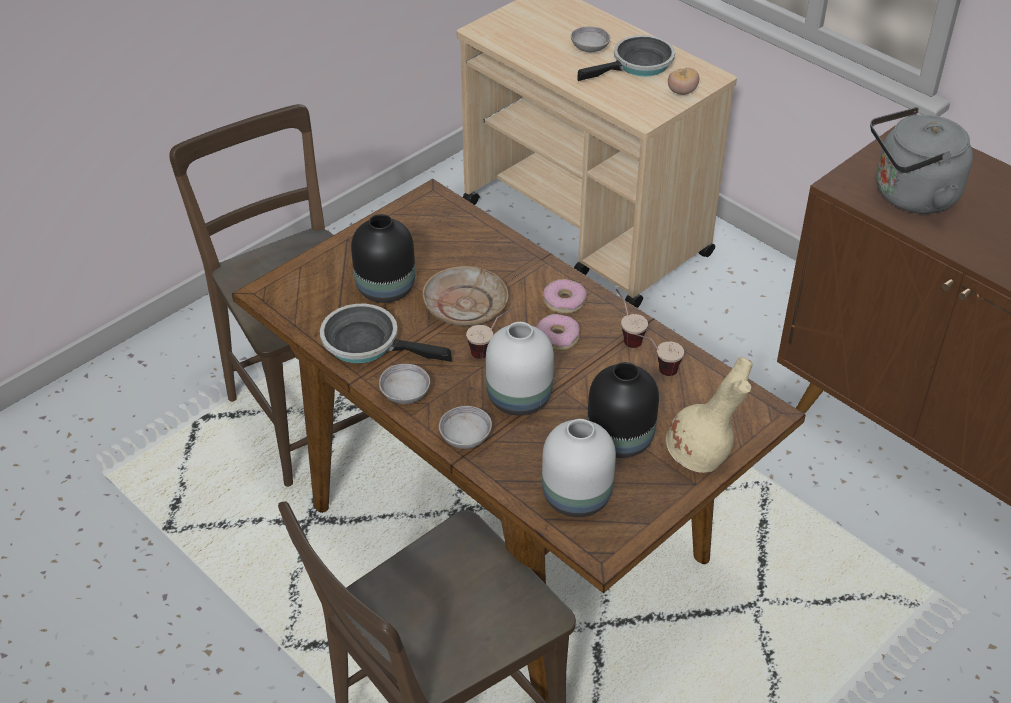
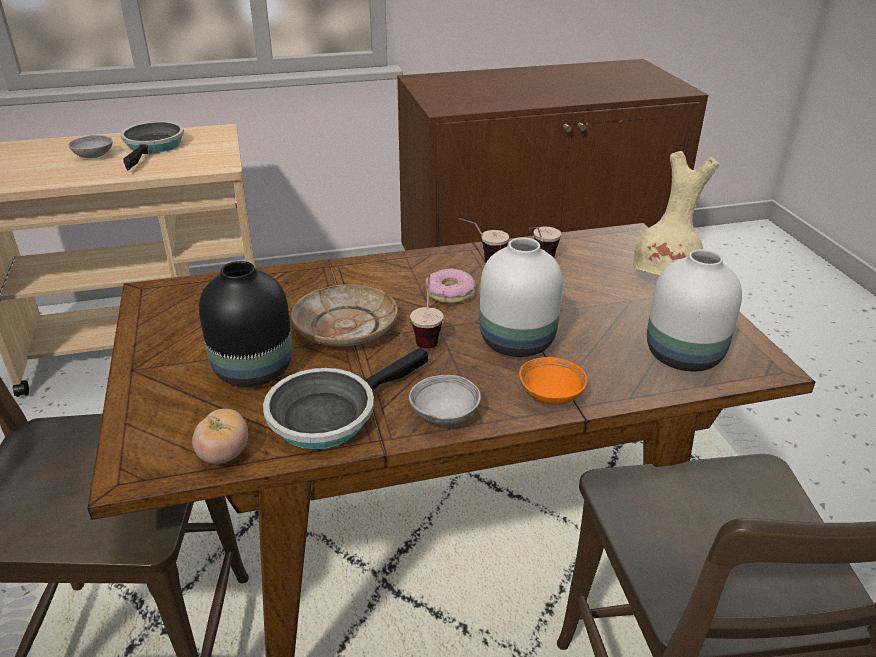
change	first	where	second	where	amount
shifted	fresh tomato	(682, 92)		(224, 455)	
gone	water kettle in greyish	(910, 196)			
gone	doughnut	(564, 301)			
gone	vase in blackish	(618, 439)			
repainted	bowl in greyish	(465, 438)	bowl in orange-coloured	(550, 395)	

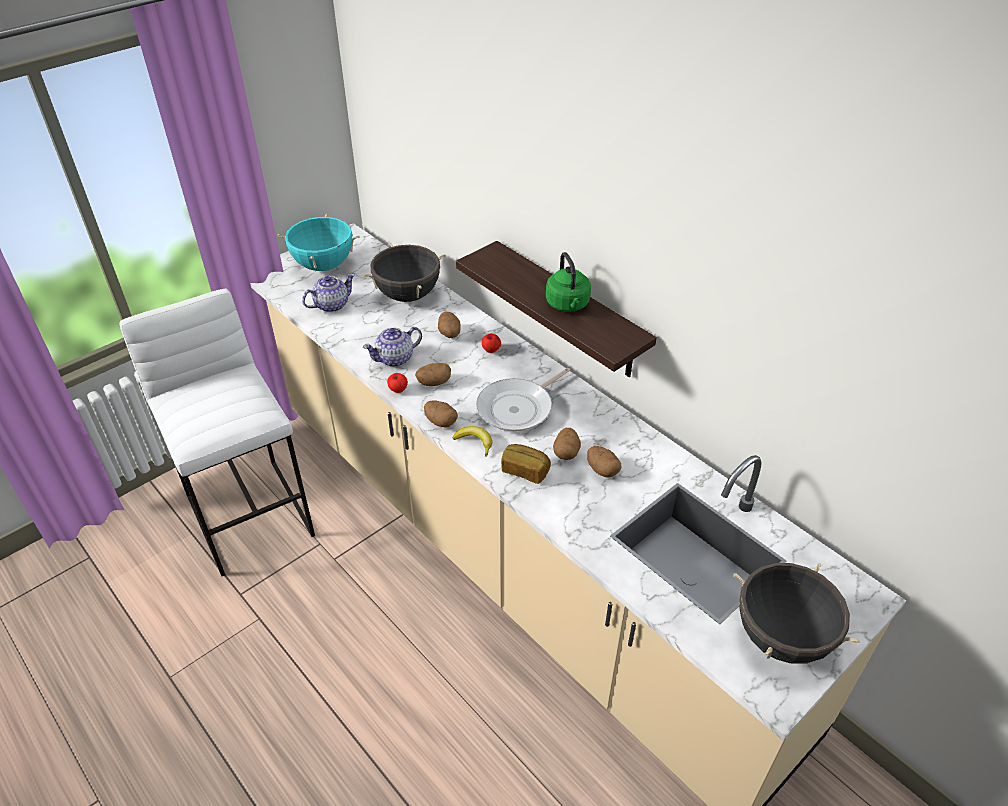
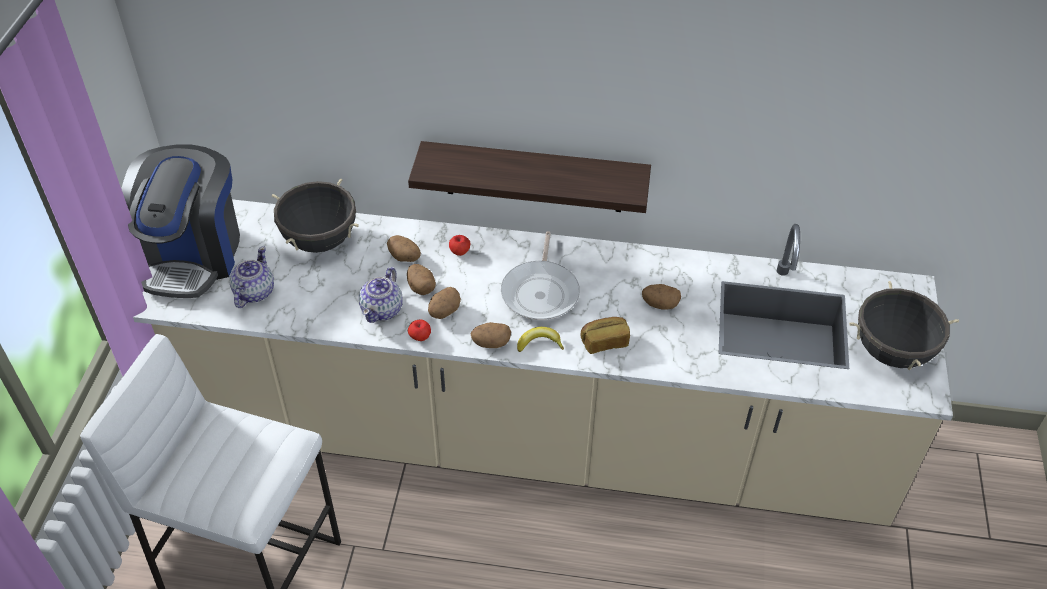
change	first	where	second	where	amount
swapped	cooking pot in turquoise	(324, 265)	coffee maker	(193, 255)	
gone	water kettle in green	(568, 305)			
shifted	whole potato	(566, 452)		(421, 287)	

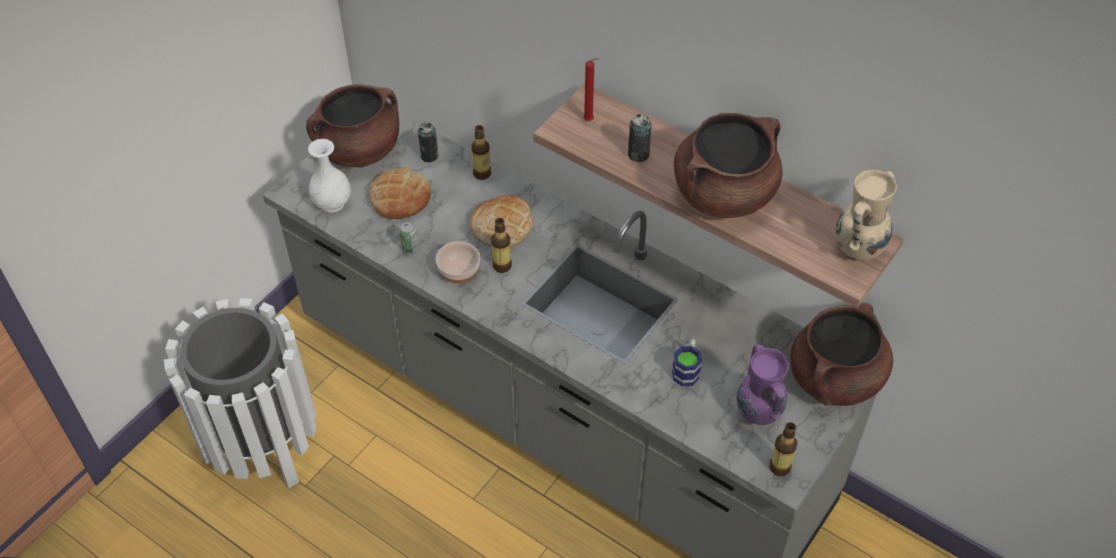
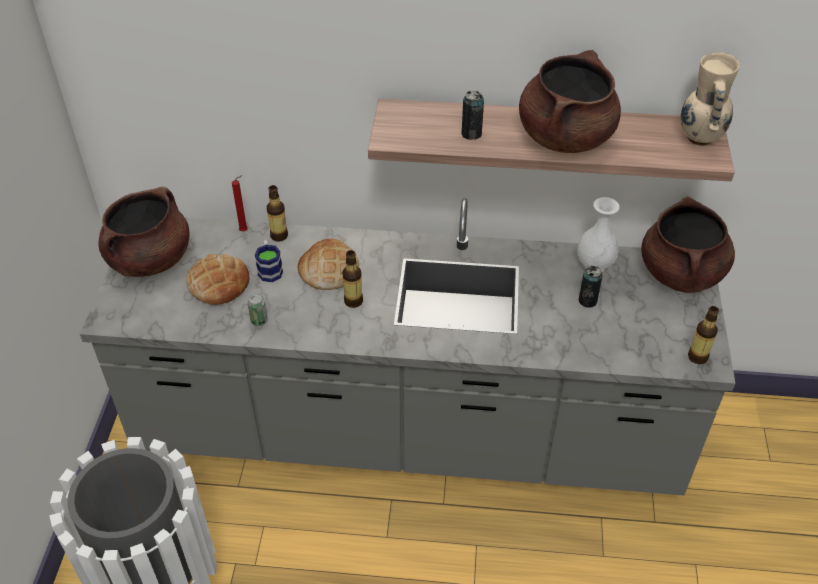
change	first	where	second	where	amount
shifted	wax candle in red	(590, 121)		(245, 231)	
shifted	can	(429, 156)		(587, 301)	
shifted	vase in white	(333, 203)		(595, 264)	
gone	bowl	(458, 271)			
shifted	mug	(687, 370)		(269, 269)	
gone	vase in purple-coloured	(758, 414)			

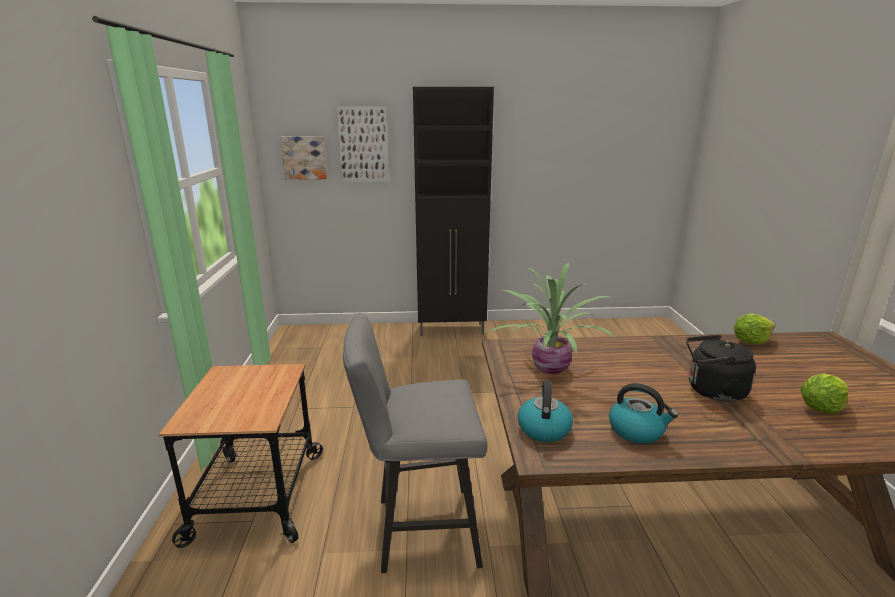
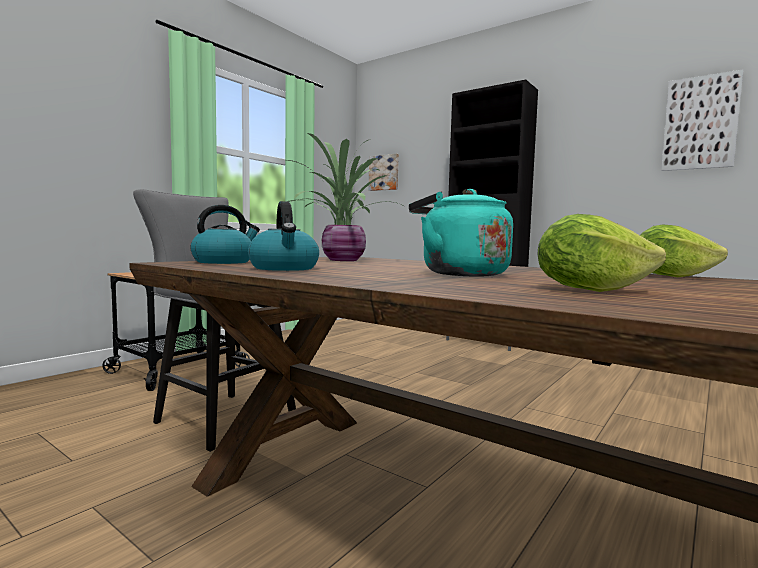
change	first	where	second	where	amount
shifted	wall picture	(363, 145)		(700, 123)	
repainted	water kettle in blackish	(712, 391)	water kettle in turquoise	(459, 274)	

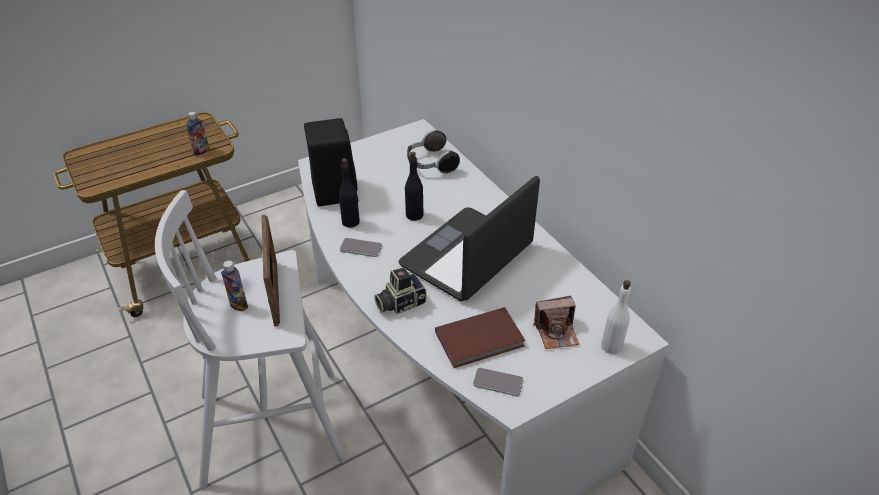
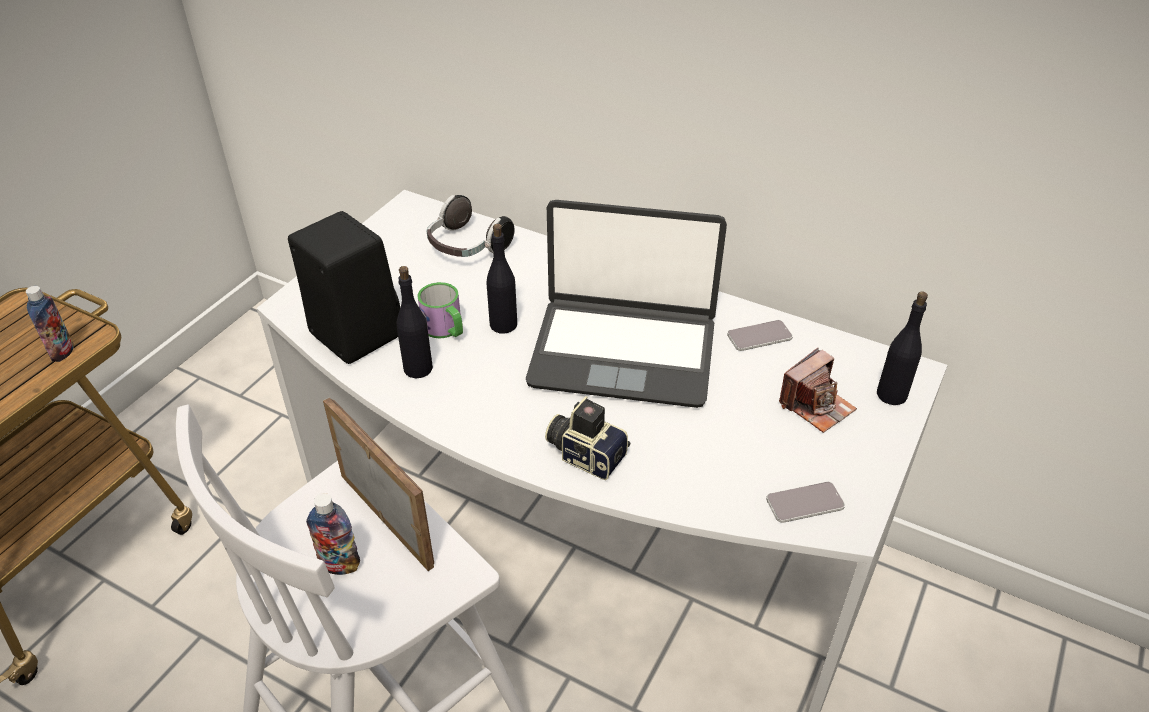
change	first	where	second	where	amount
rotated	portable computer	(468, 256)		(623, 352)	90 degrees counterclockwise
shifted	handset	(361, 248)		(759, 336)	
rotated	still camera	(399, 303)		(586, 454)	90 degrees clockwise
repainted	beverage bottle in white	(611, 346)	beverage bottle in blackish	(891, 394)	
gone	volume in brown	(481, 340)			
new			mug	(446, 329)	

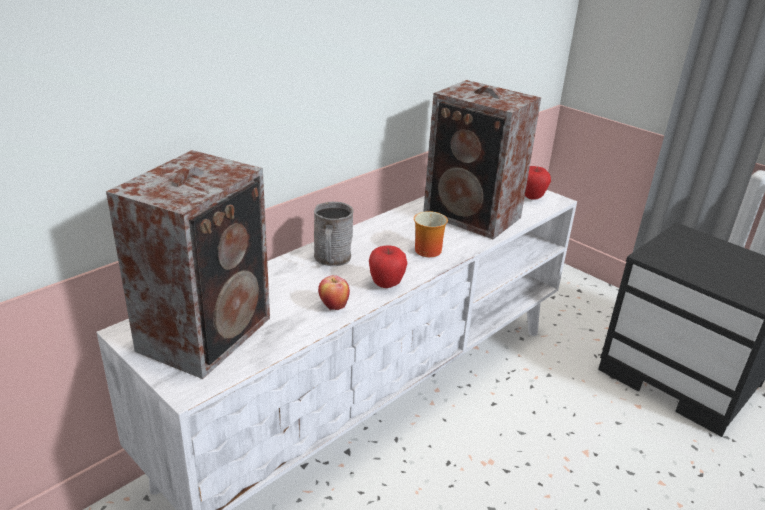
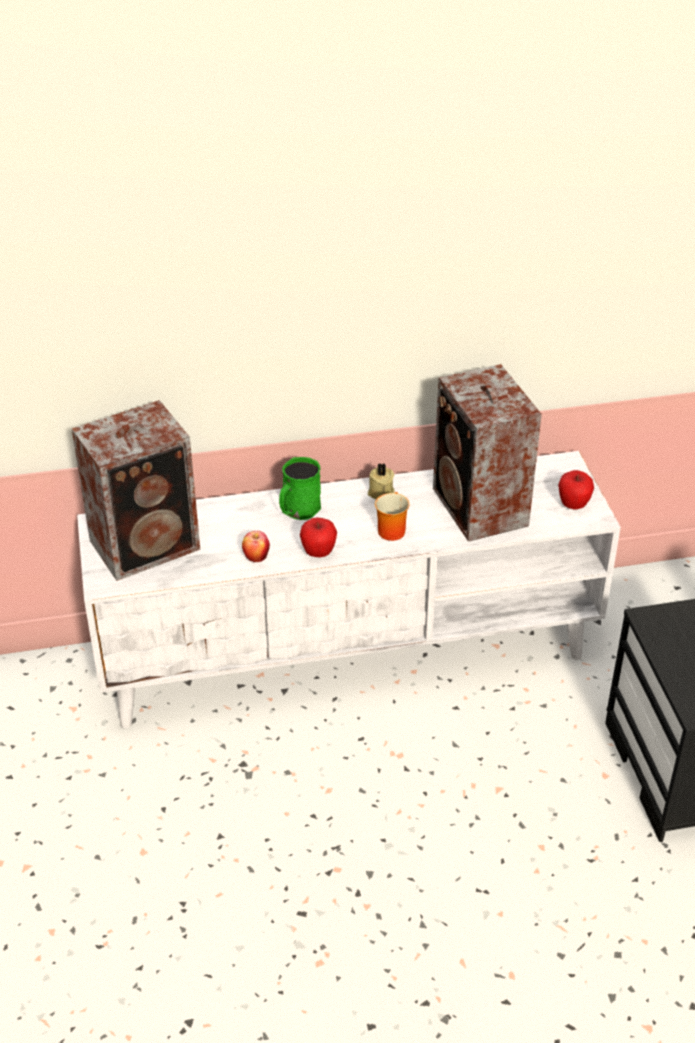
change	first	where	second	where	amount
repainted	mug in greyish	(332, 259)	mug in green	(298, 510)	
new			wax candle in sand-coloured	(381, 494)	

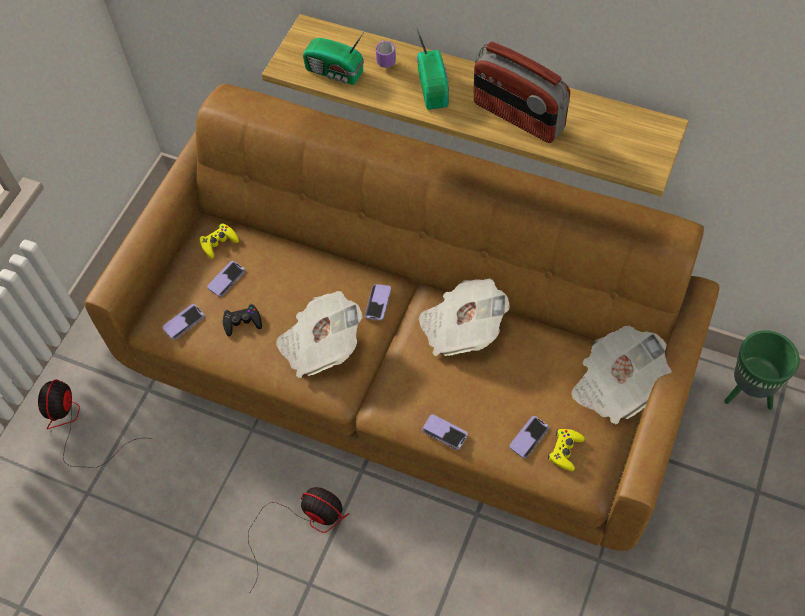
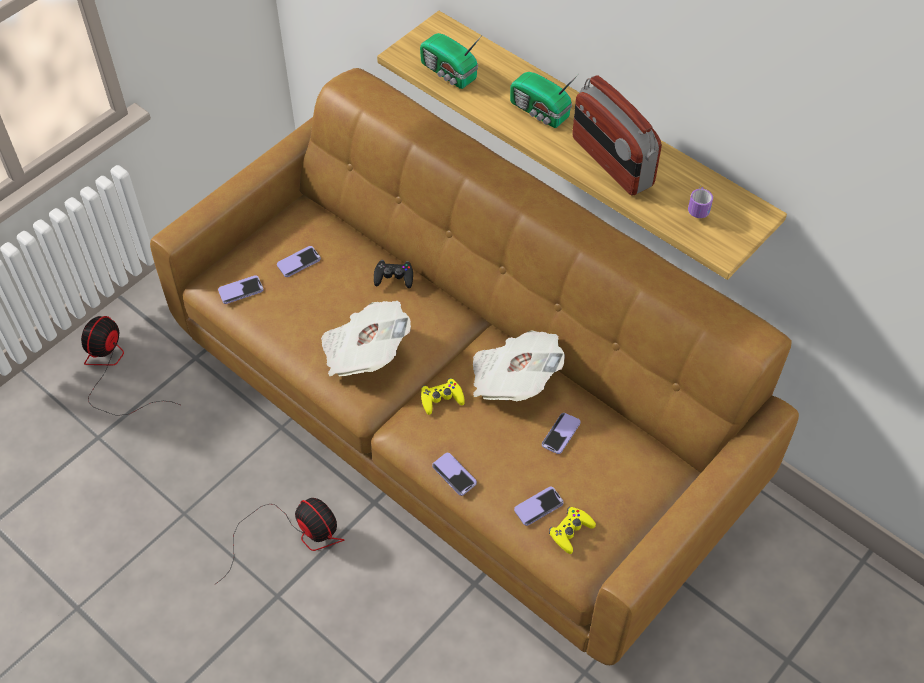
change	first	where	second	where	amount
rotated	radio set	(434, 86)		(540, 112)	120 degrees clockwise
shifted	mug	(385, 56)		(698, 205)	
shifted	joypad in yellowish	(219, 242)		(441, 399)	
shifted	handset	(378, 303)		(561, 434)	
shifted	joypad in blackish	(242, 322)		(394, 277)	
gone	daily paper	(616, 385)			
gone	plant pot in green	(748, 393)			

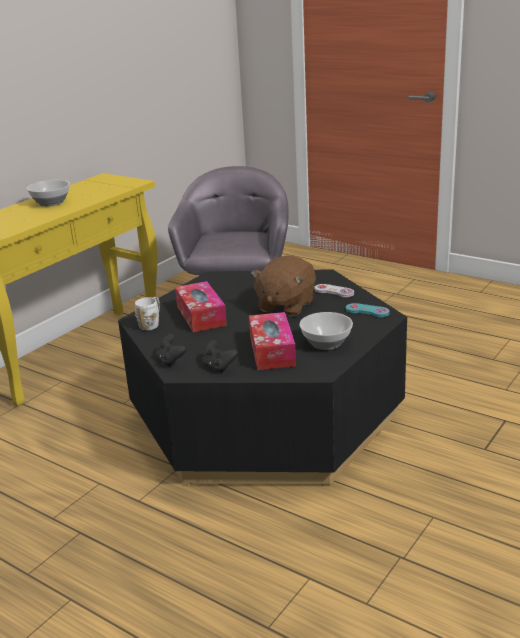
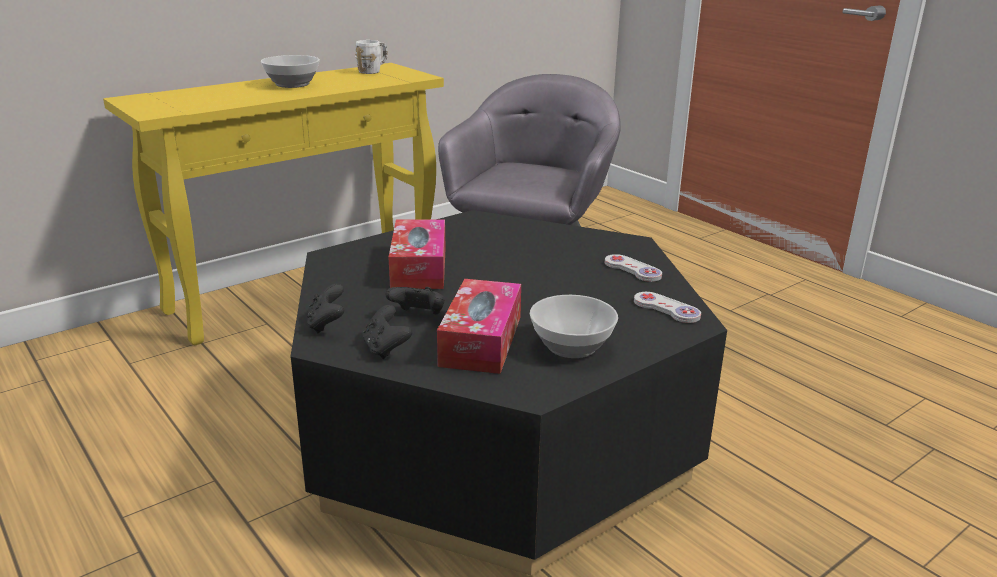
change	first	where	second	where	amount
gone	plush toy in brown	(285, 306)			
shifted	mug in white	(151, 324)		(373, 71)	
repainted	joypad in turquoise	(367, 311)	joypad in white	(666, 309)	
new			joypad in blackish	(418, 316)	

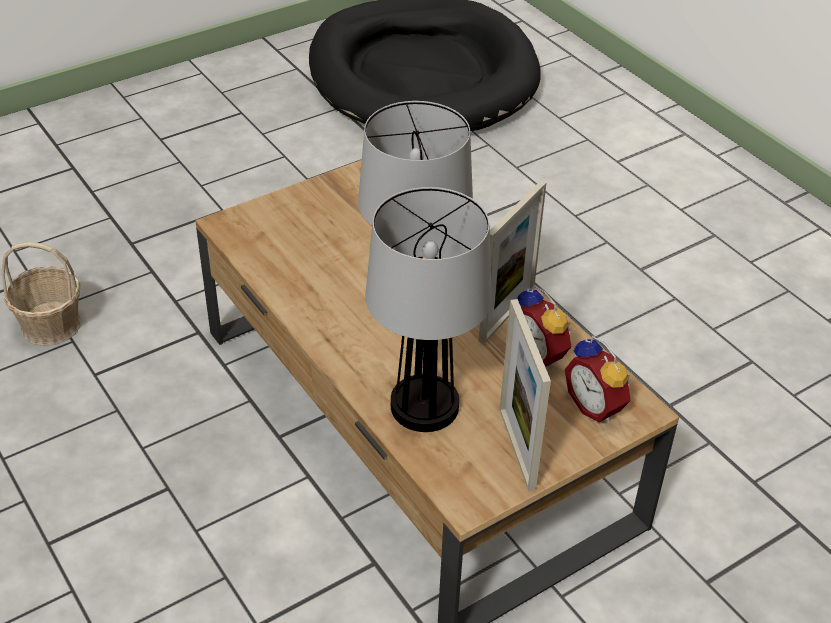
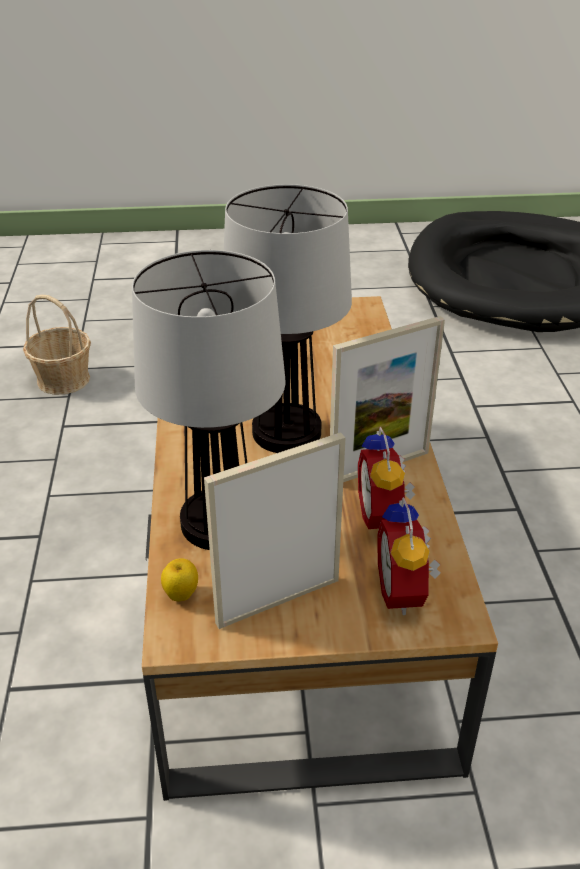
change	first	where	second	where	amount
rotated	picture frame	(516, 448)		(278, 601)	45 degrees clockwise
new			apple	(181, 595)	

